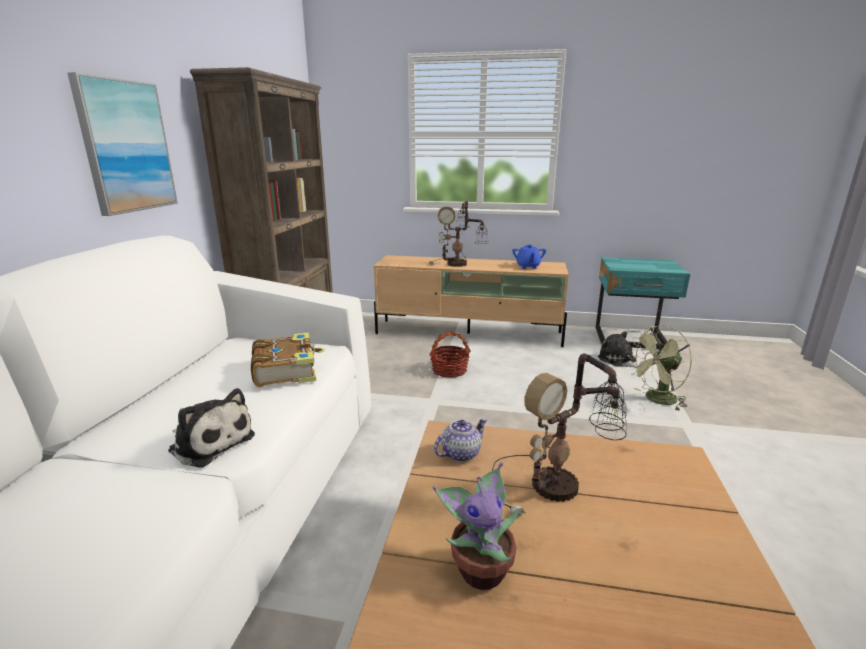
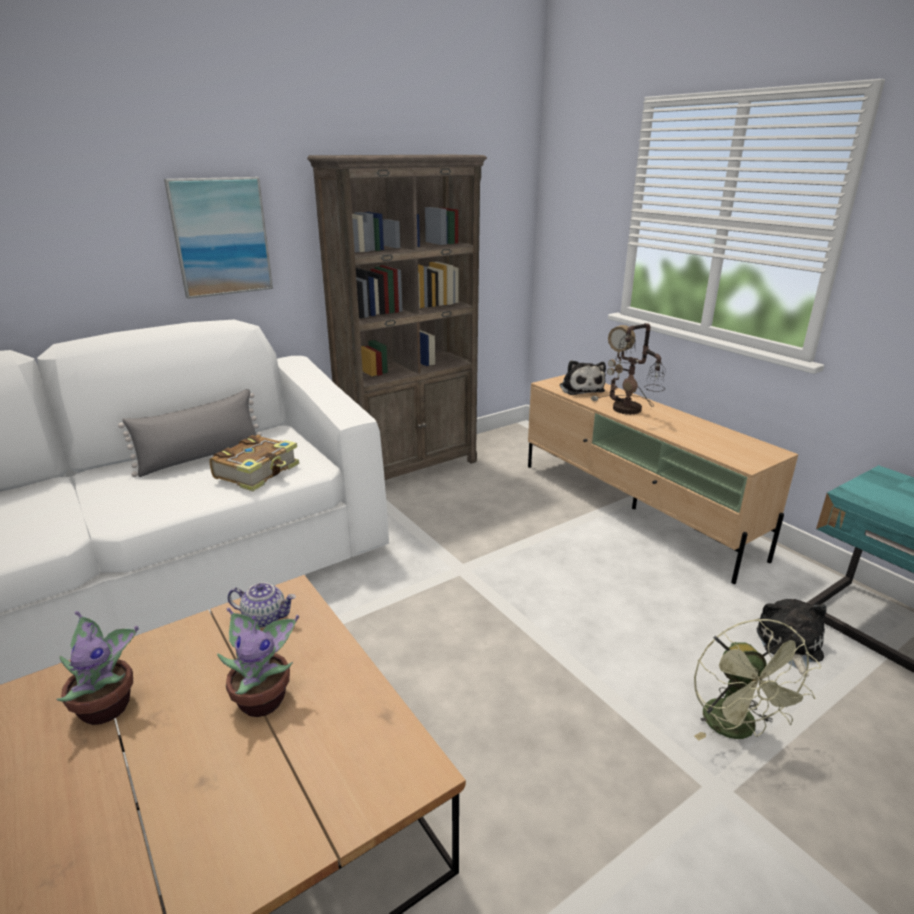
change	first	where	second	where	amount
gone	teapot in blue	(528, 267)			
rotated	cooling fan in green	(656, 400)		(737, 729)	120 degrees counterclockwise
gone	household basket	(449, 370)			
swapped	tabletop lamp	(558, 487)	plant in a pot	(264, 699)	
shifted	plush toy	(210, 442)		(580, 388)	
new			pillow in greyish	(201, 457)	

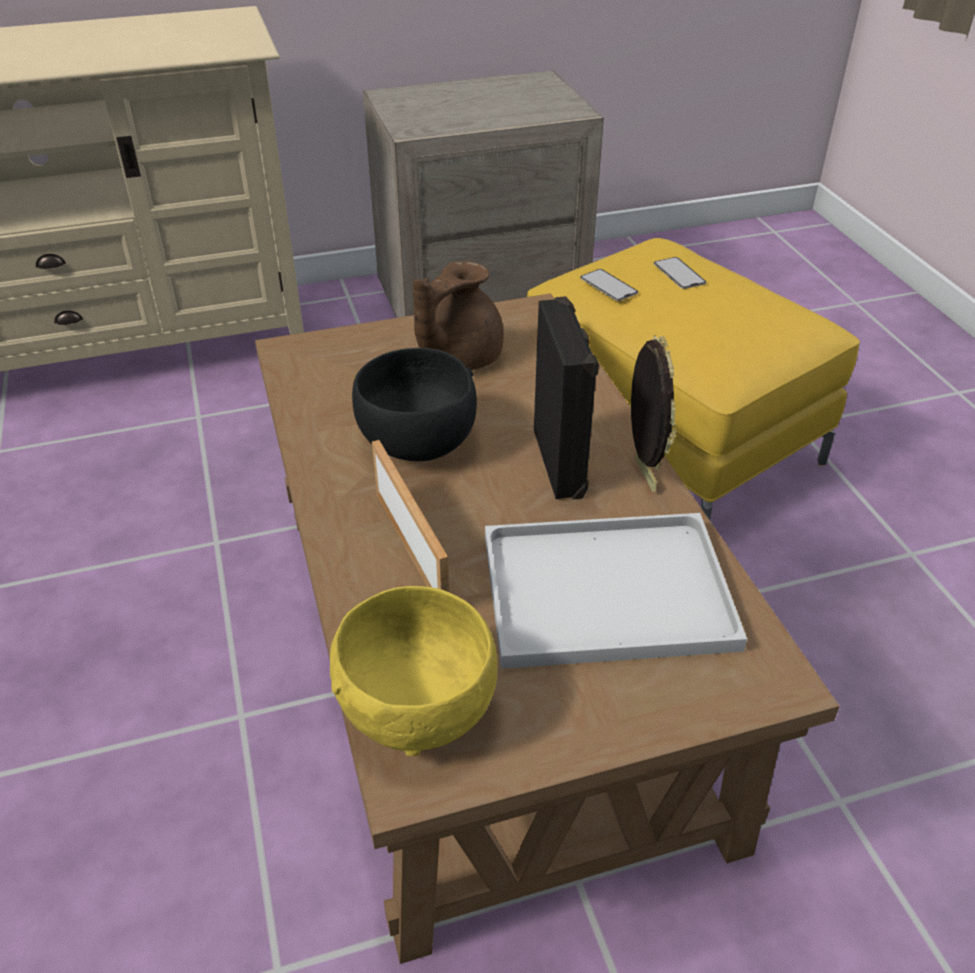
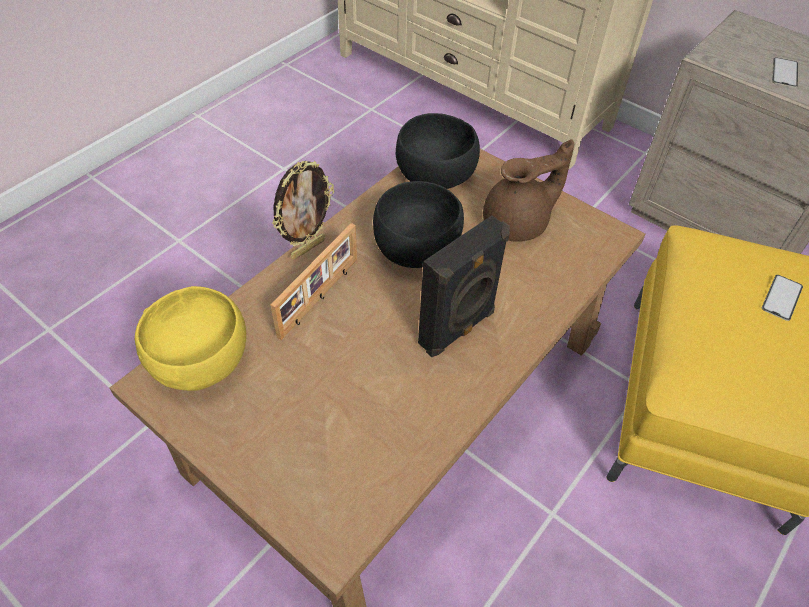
change	first	where	second	where	amount
rotated	teapot in brown	(457, 357)		(518, 224)	150 degrees clockwise
shifted	handset	(608, 285)		(784, 73)	
shifted	picture frame	(642, 474)		(307, 248)	
gone	tray in white	(611, 589)			
new			bowl in blackish	(436, 176)	

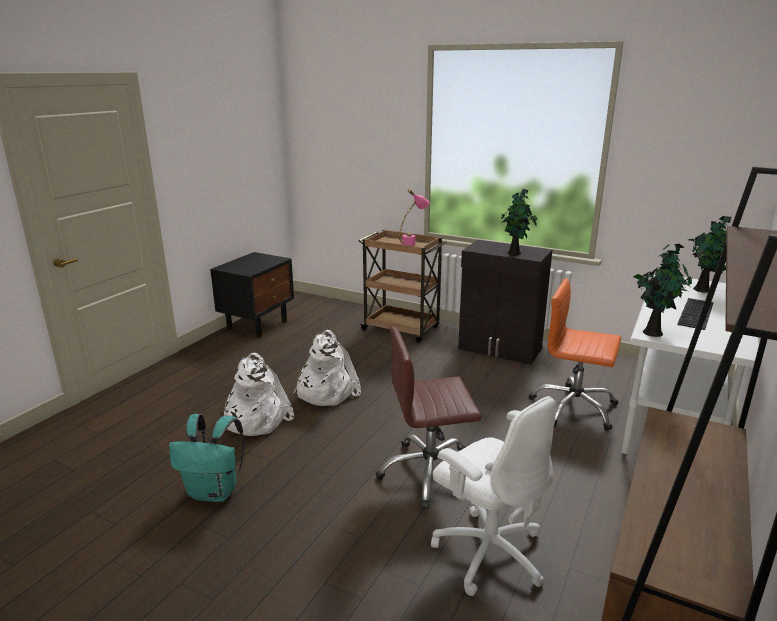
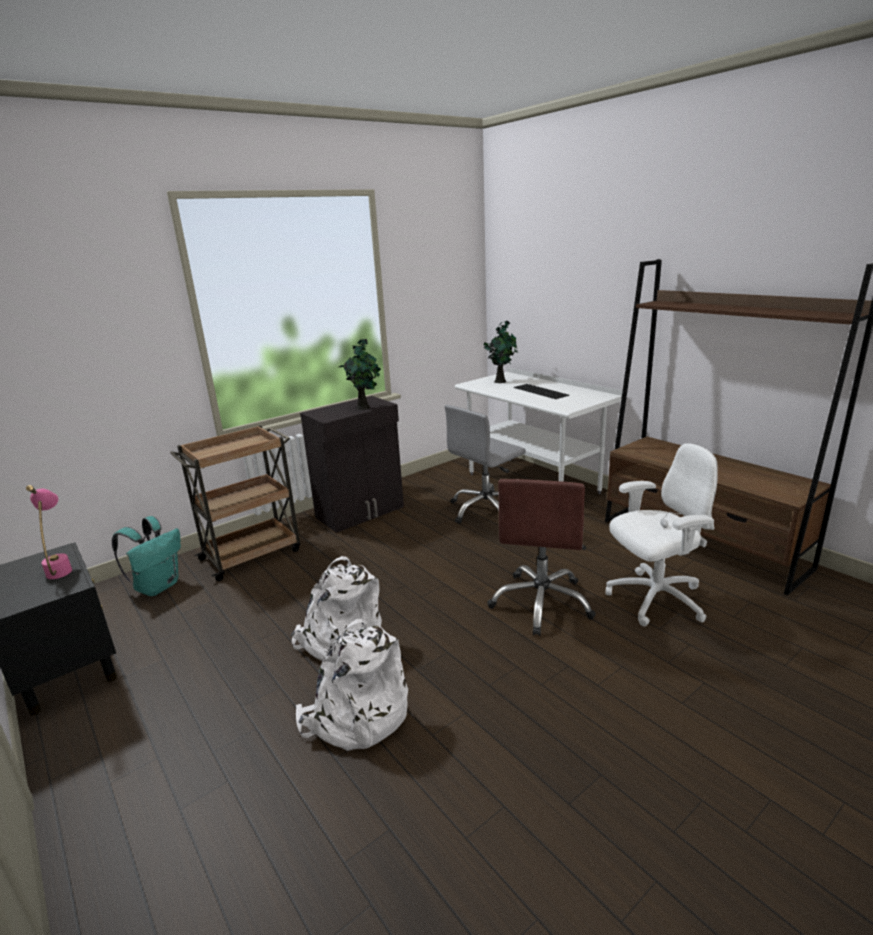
change	first	where	second	where	amount
shifted	tabletop lamp in pink	(413, 243)		(60, 567)	
gone	plant in a pot	(653, 332)			
repainted	computer chair in orange-coloured	(573, 408)	computer chair in greyish	(486, 510)	
shifted	knapsack in turquoise	(215, 492)		(158, 586)	

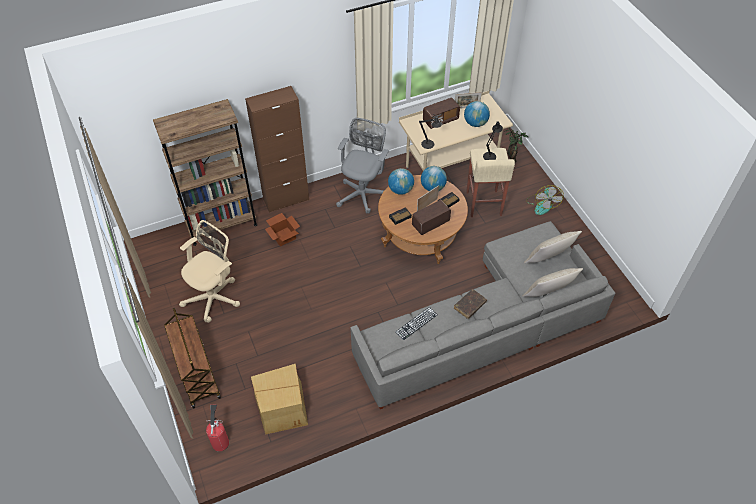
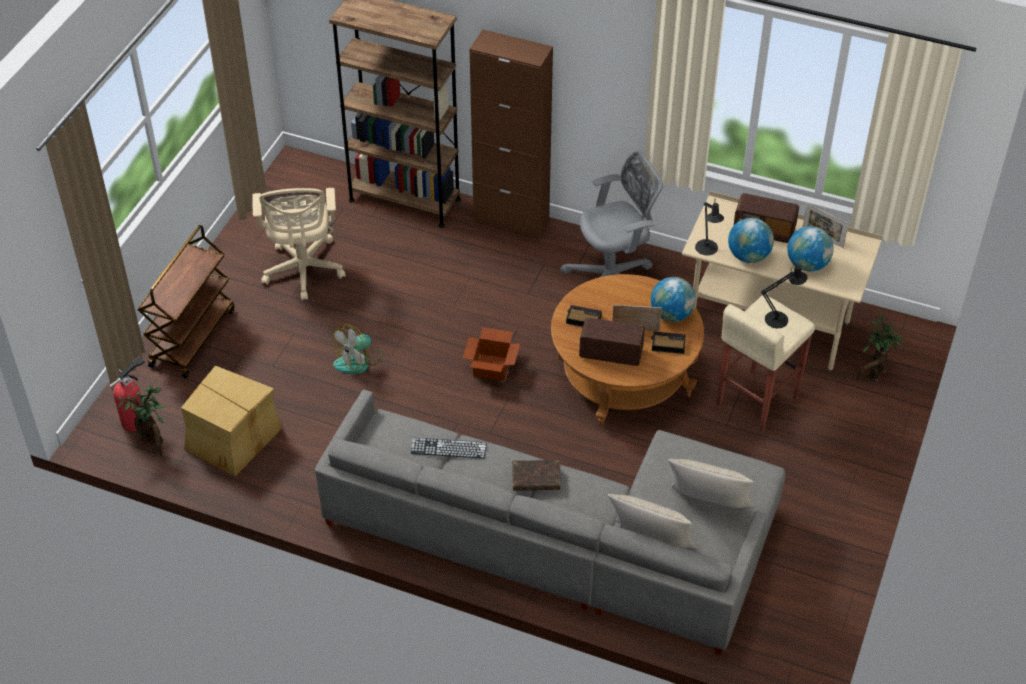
change	first	where	second	where	amount
shifted	globe	(400, 190)		(748, 256)	
shifted	cooling fan	(542, 204)		(358, 360)	
shifted	packing box	(283, 236)		(492, 366)	
rotated	computer chair in sand-coloured	(214, 297)		(303, 272)	90 degrees clockwise
new			plant in a pot	(153, 442)	

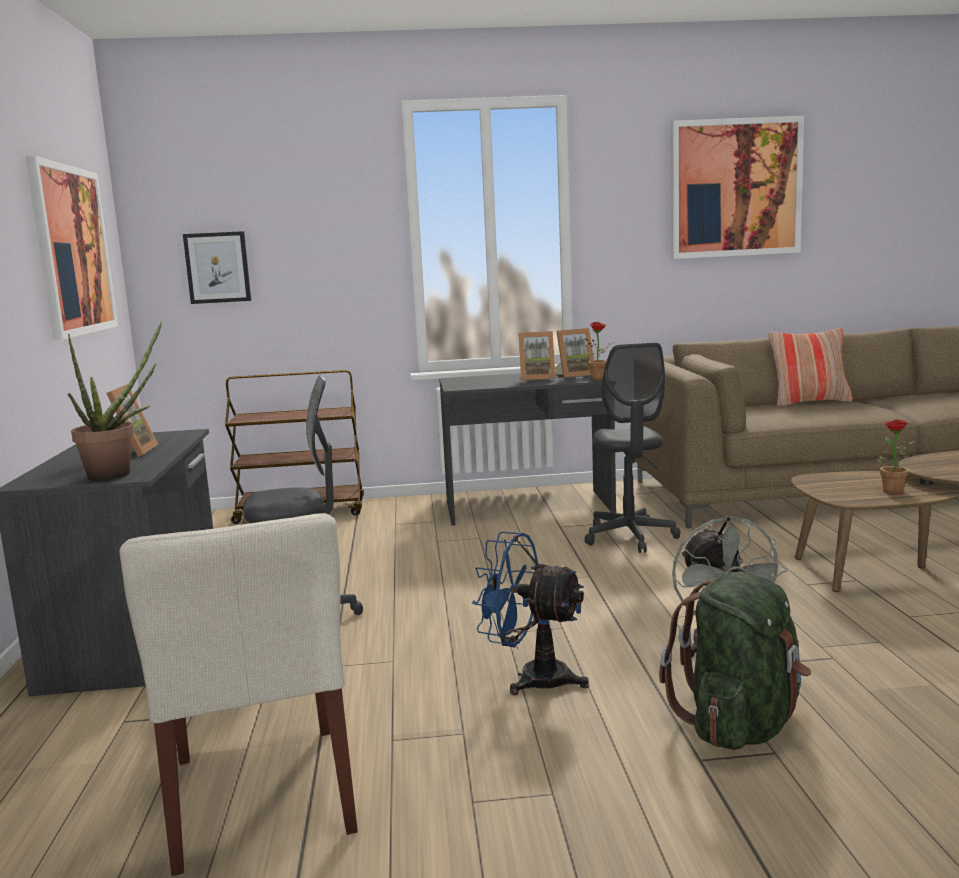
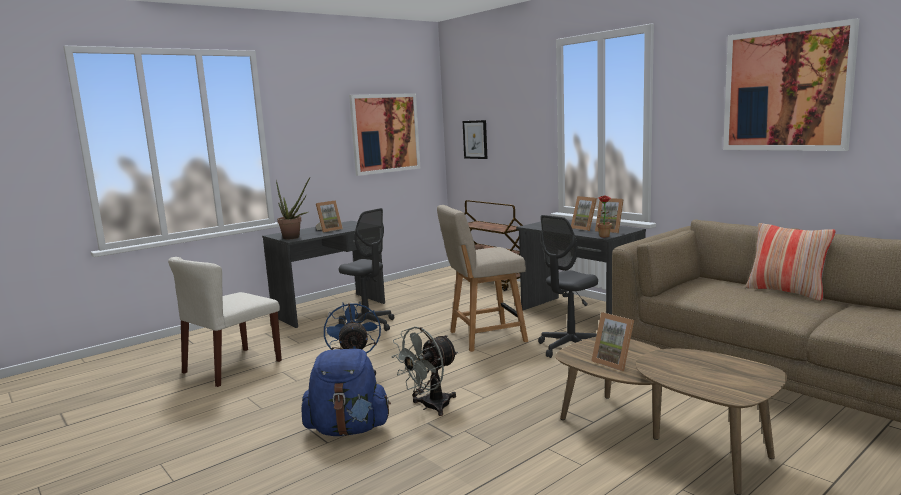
change	first	where	second	where	amount
swapped	plant in a pot	(890, 490)	picture frame	(615, 362)	
repainted	knapsack in green	(740, 725)	knapsack in blue	(348, 429)	
new			plain chair in sand-coloured	(484, 337)	

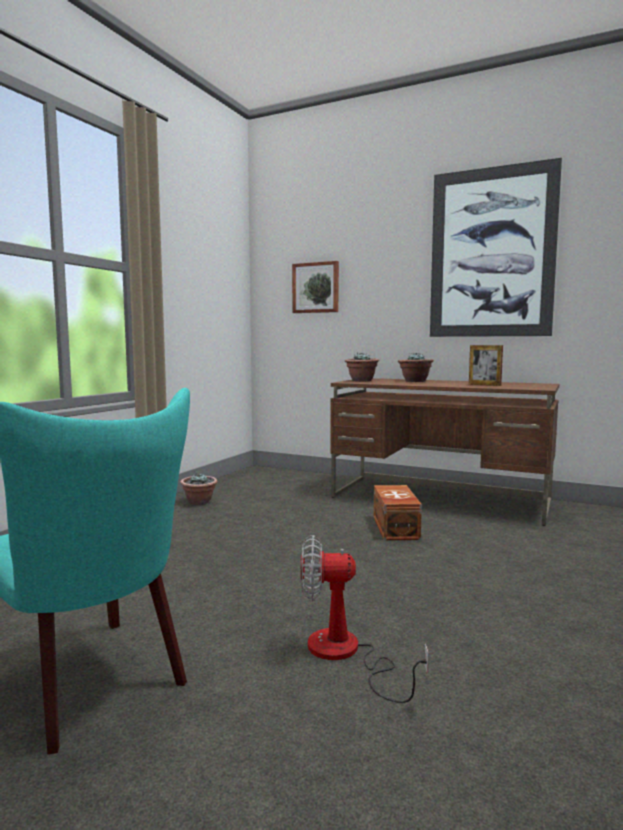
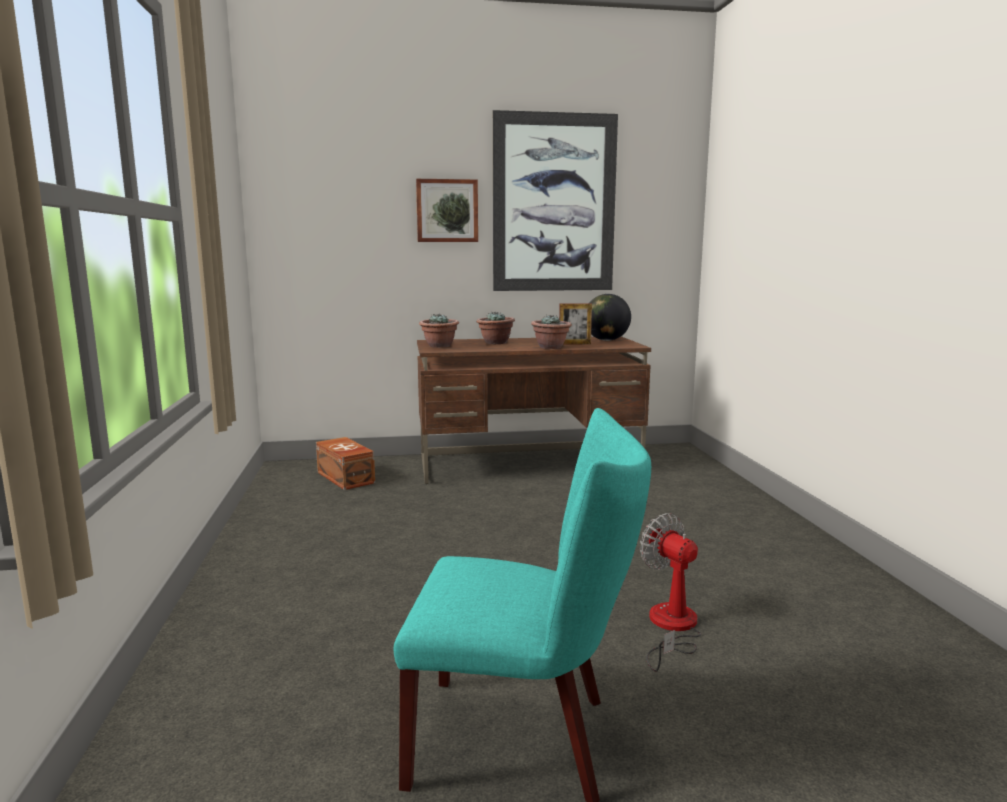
change	first	where	second	where	amount
shifted	wall picture	(316, 287)		(447, 211)	
shifted	plant in a pot	(199, 502)		(551, 347)	
shifted	storage bin in brown	(394, 528)		(345, 478)	
rotated	cooling fan	(345, 655)		(671, 628)	90 degrees clockwise
new			globe	(606, 340)	

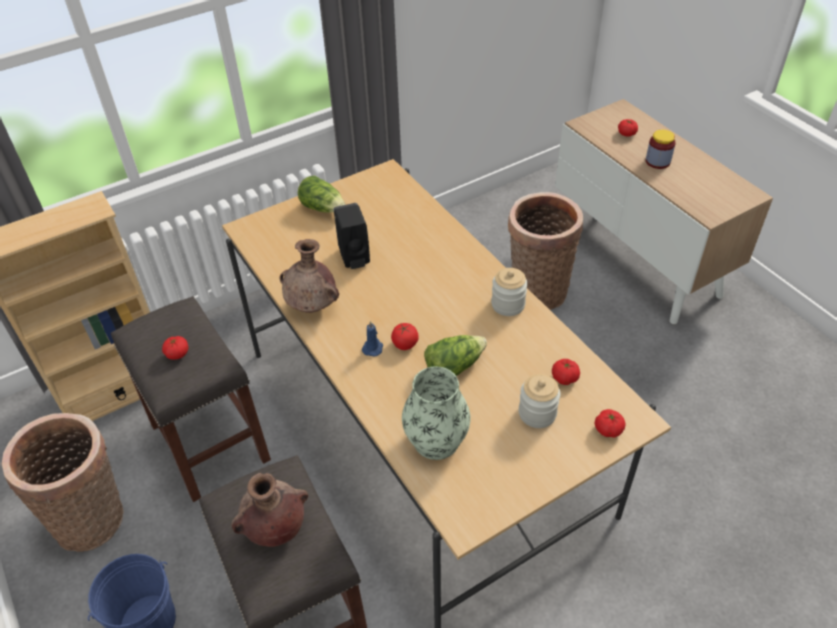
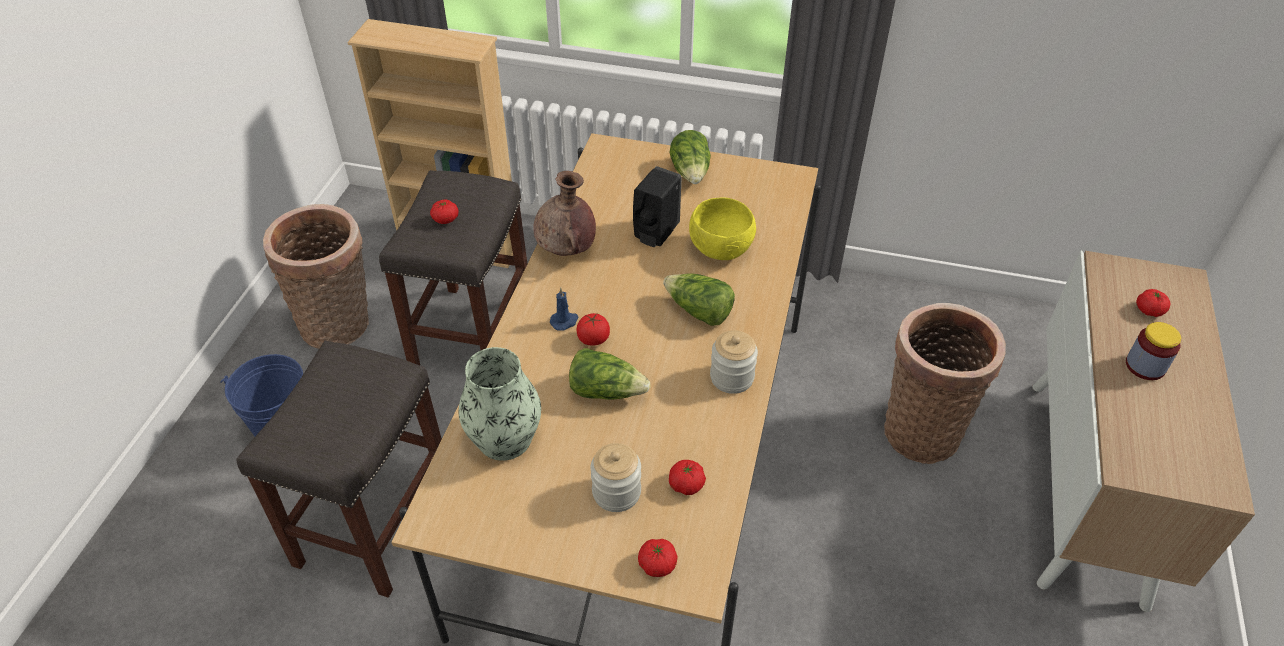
change	first	where	second	where	amount
gone	vase in brown	(275, 528)			
new			bowl in yellowish	(720, 249)	
new			lettuce	(699, 311)	

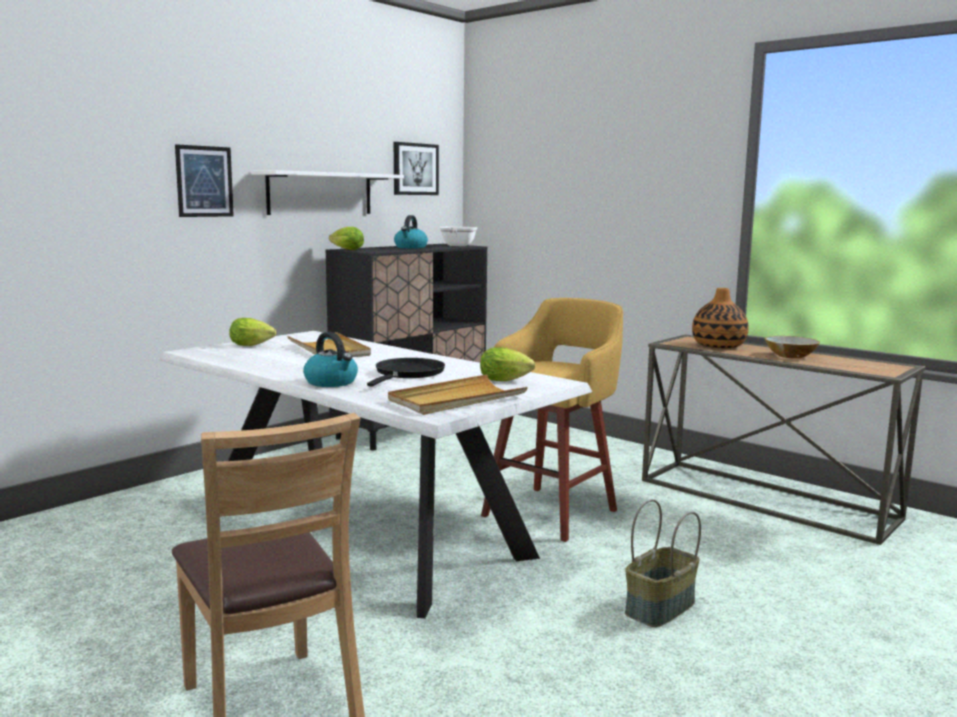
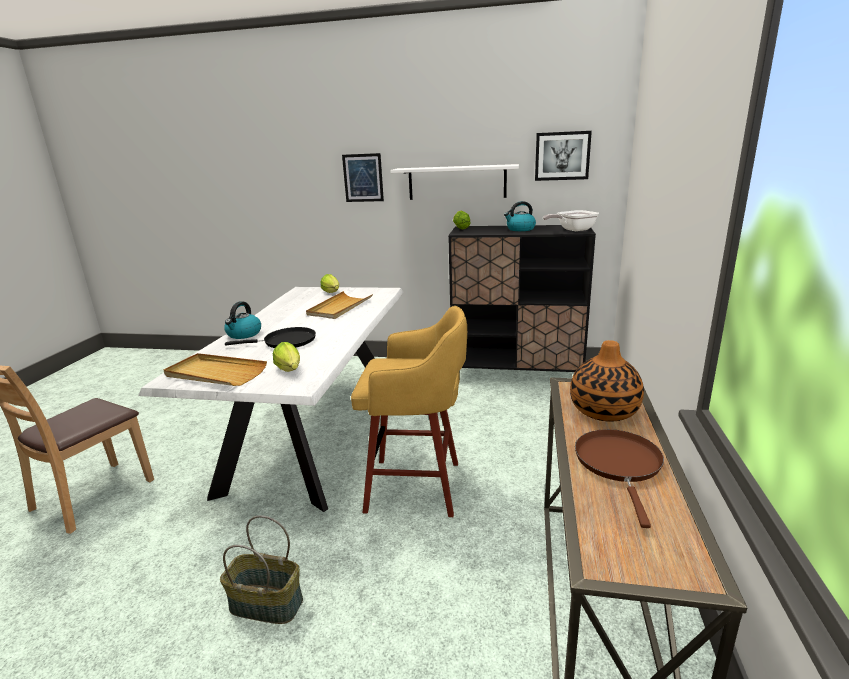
change	first	where	second	where	amount
swapped	bowl	(790, 356)	pan in brown	(619, 464)	

